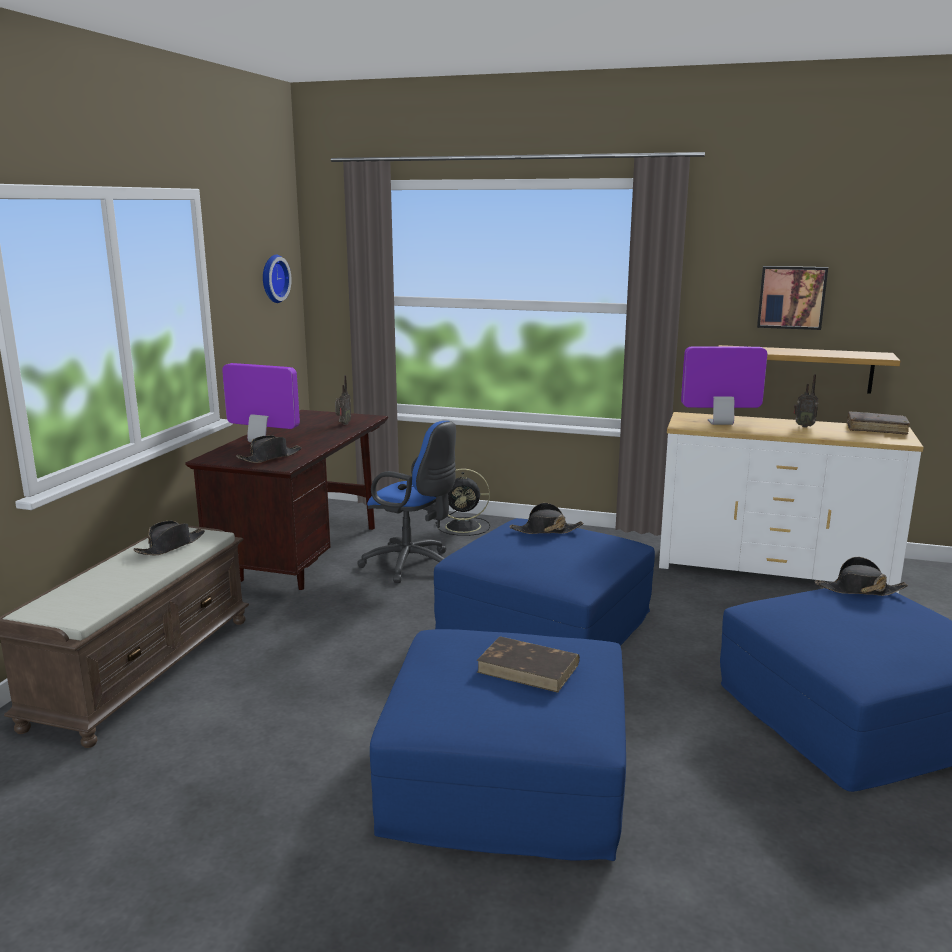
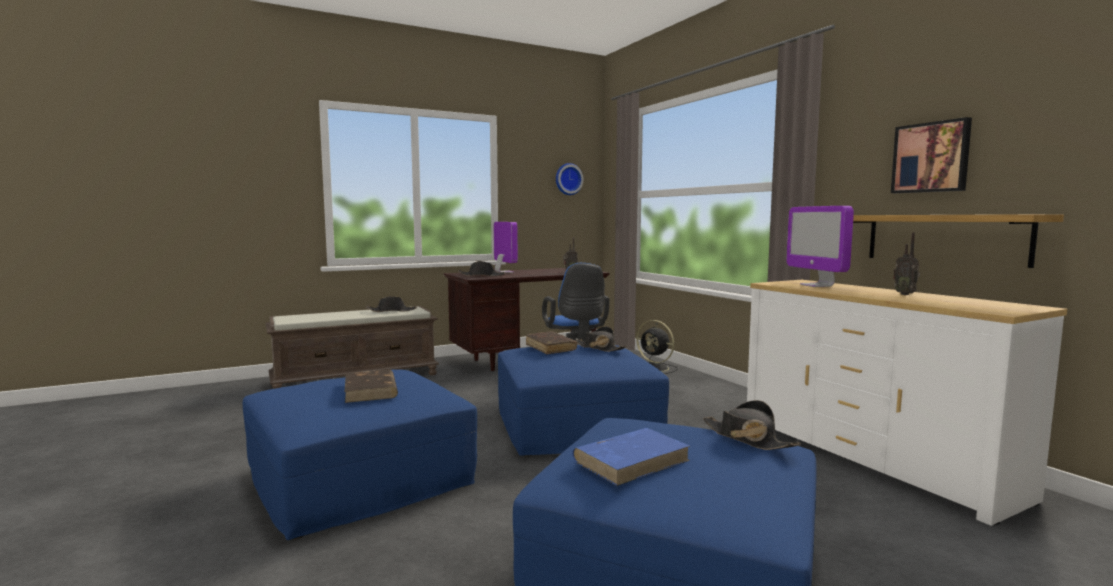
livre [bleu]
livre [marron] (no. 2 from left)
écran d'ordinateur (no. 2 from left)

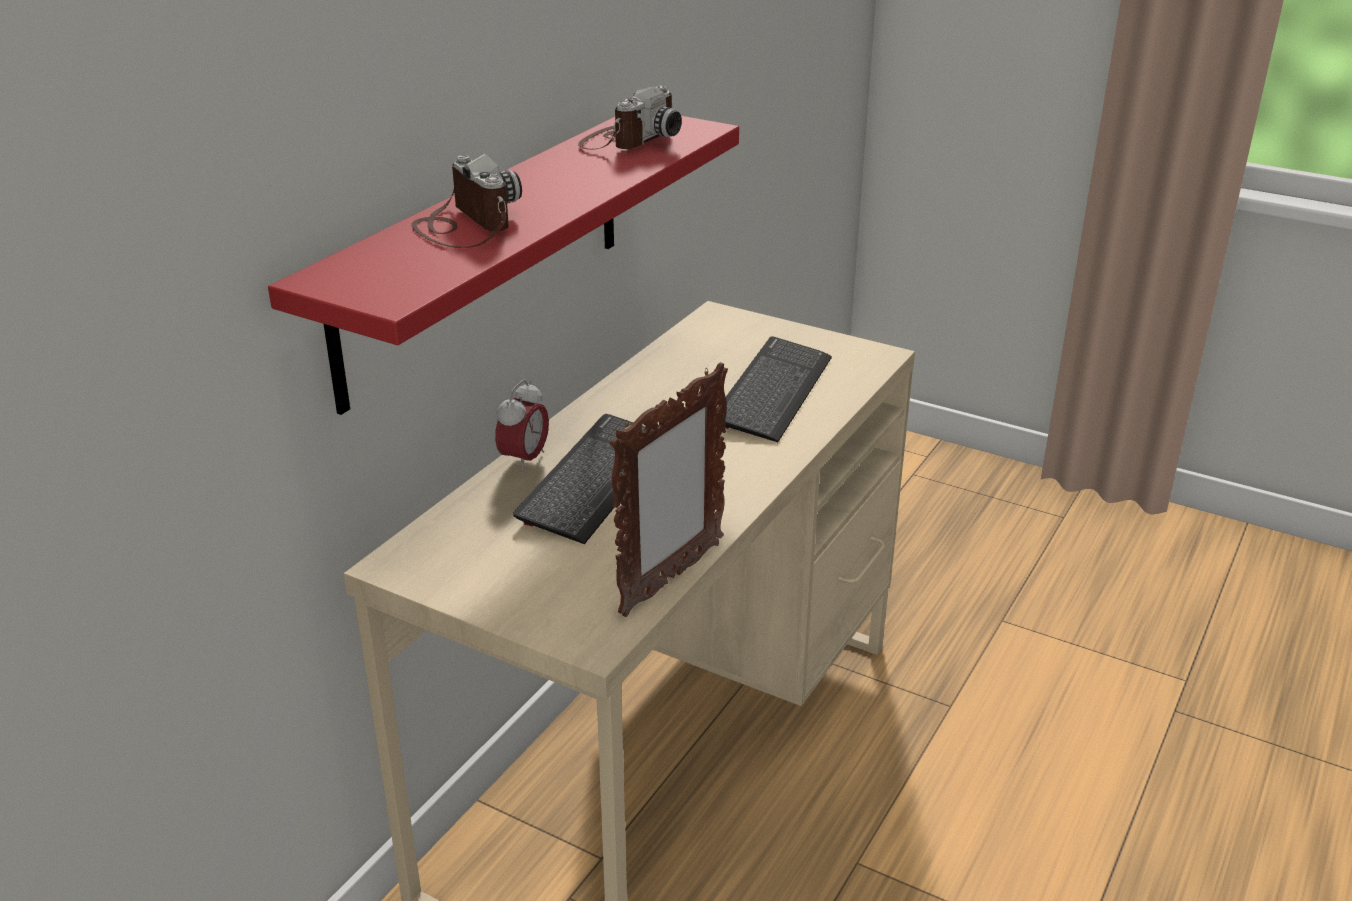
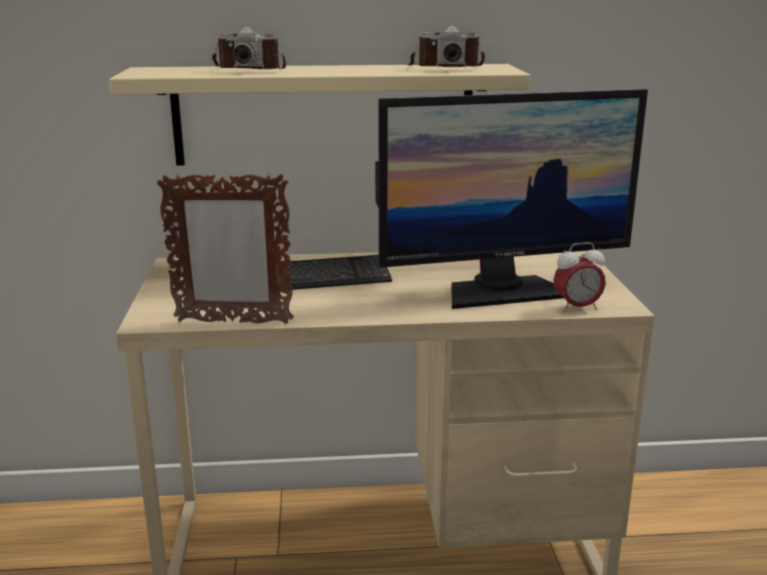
réveil
écran d'ordinateur
étagère [beige]
appareil photo (no. 1 from left)

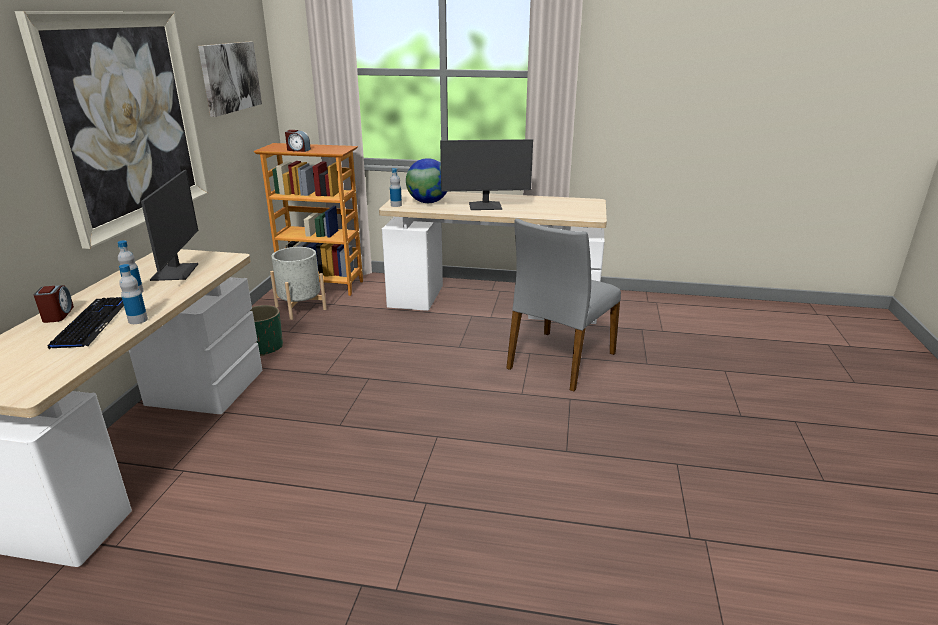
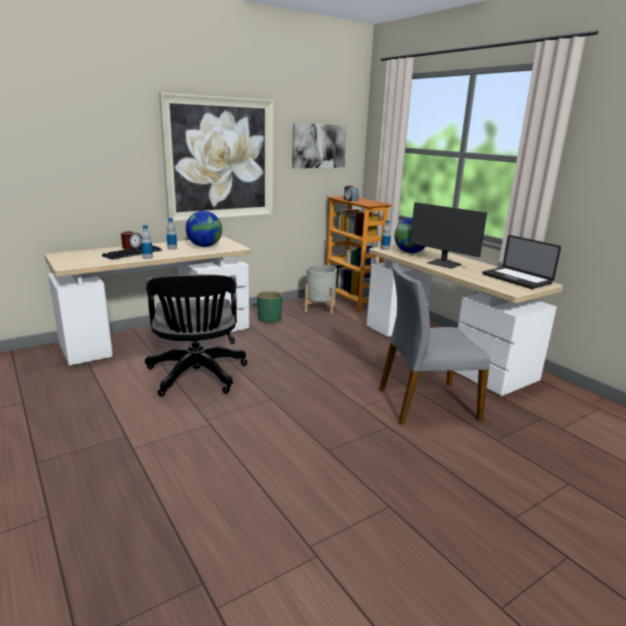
chaise de bureau [noir]
ordinateur portable
globe (no. 1 from left)

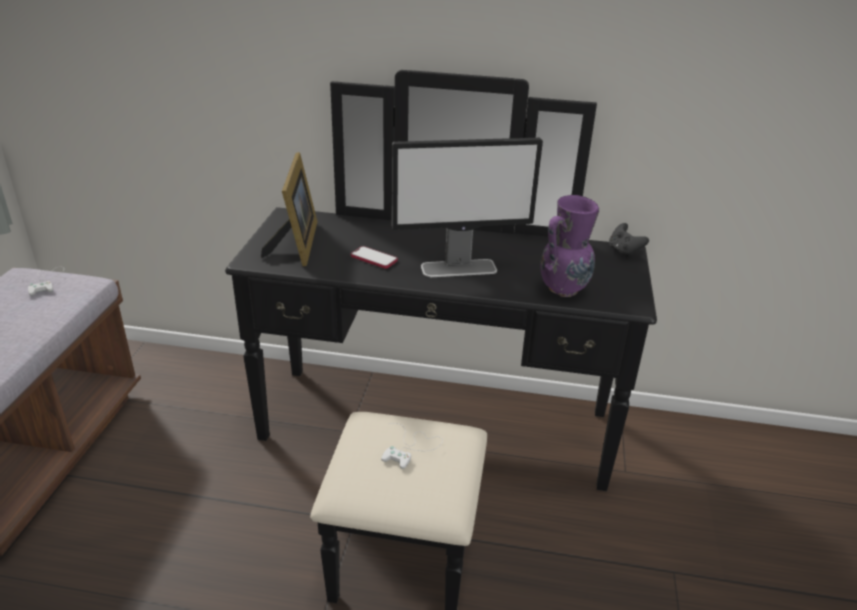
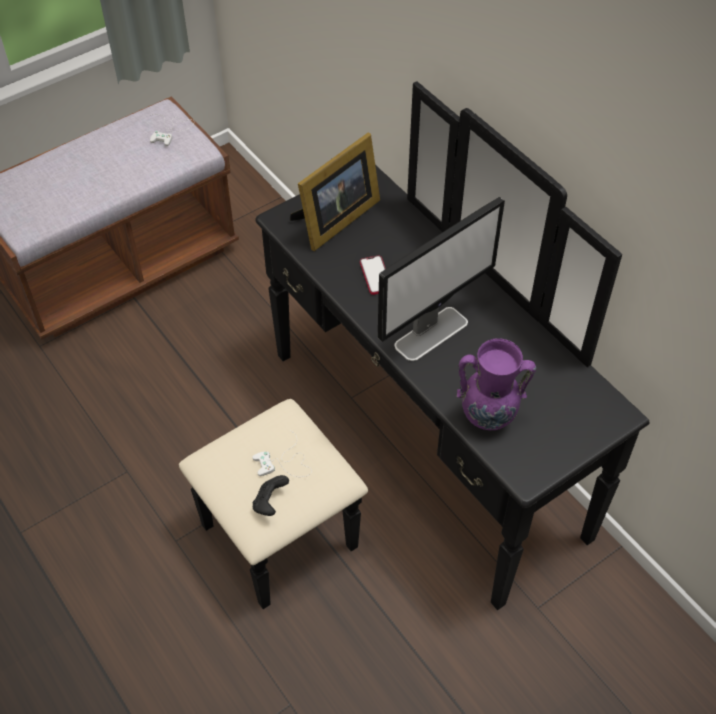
manette [noir]
écran d'ordinateur

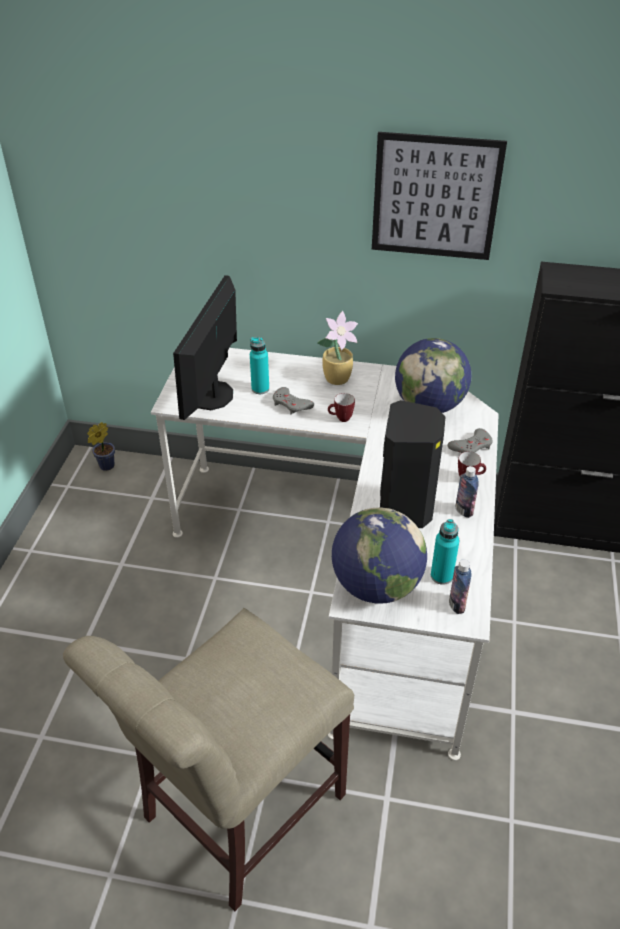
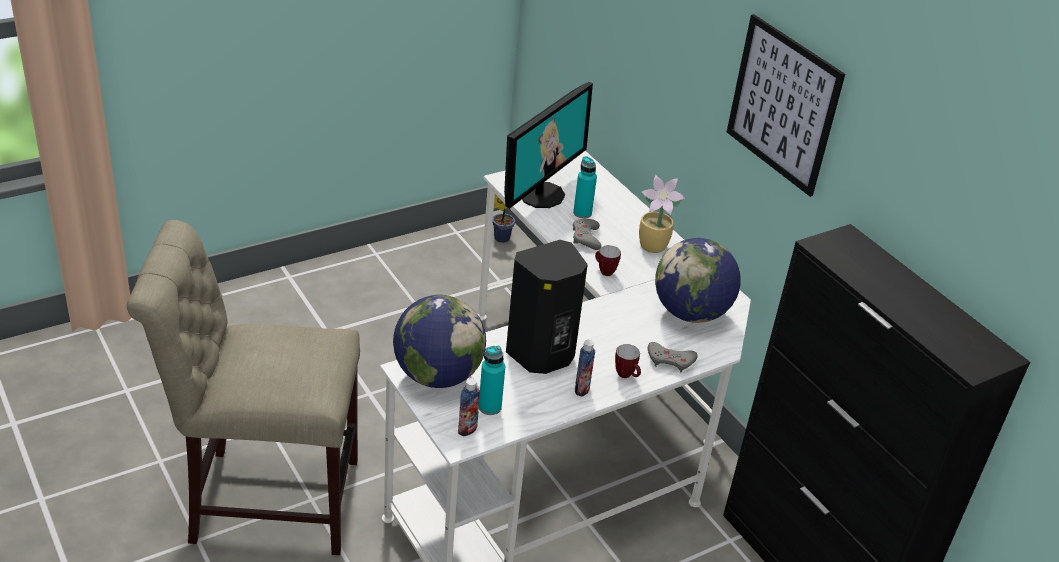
écran d'ordinateur

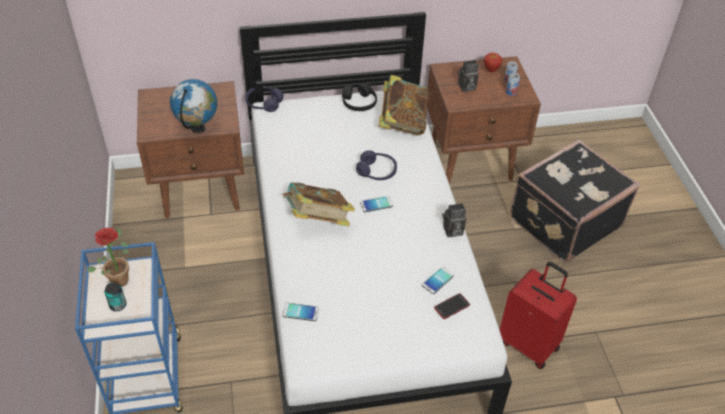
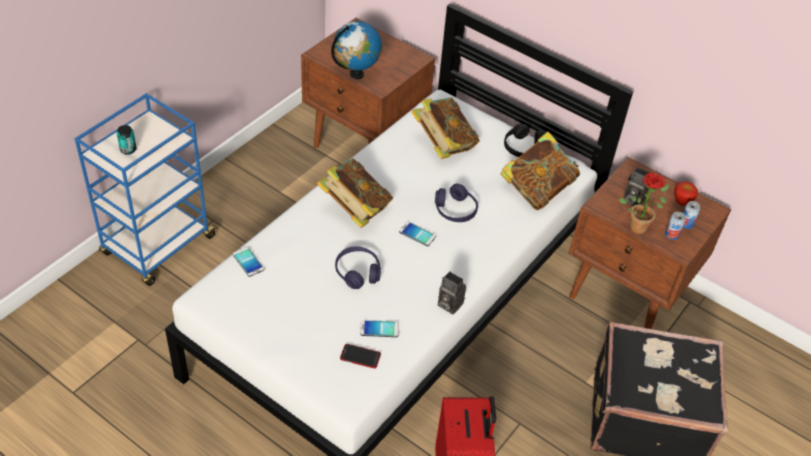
livre (no. 2 from left)
plante en pot
casque audio [violet] (no. 1 from left)

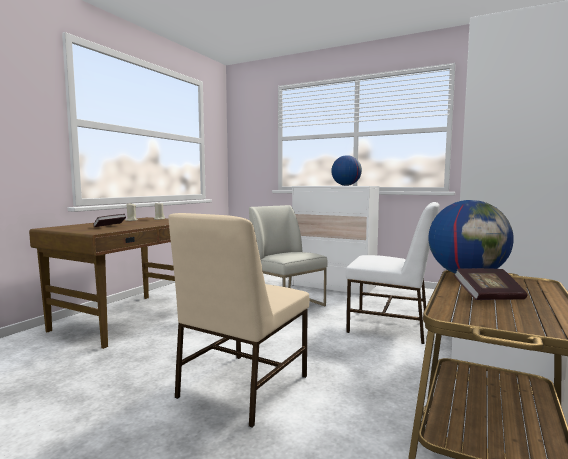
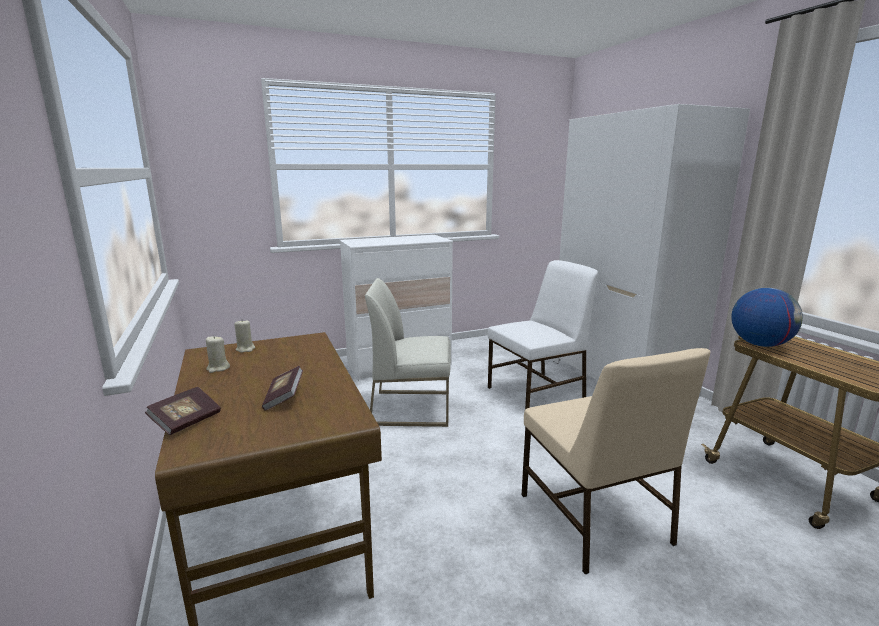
globe (no. 1 from left in the first image)
livre (no. 1 from left)

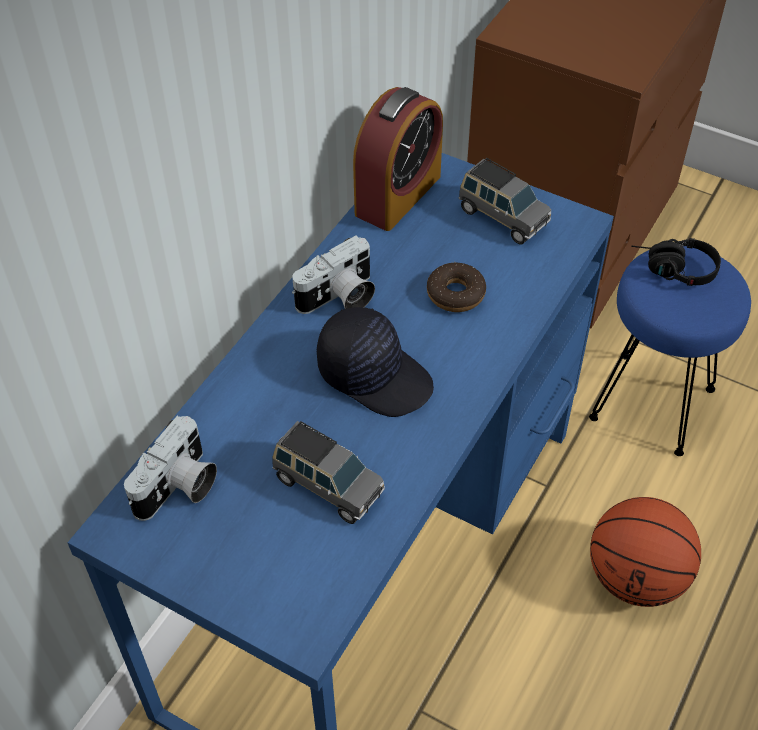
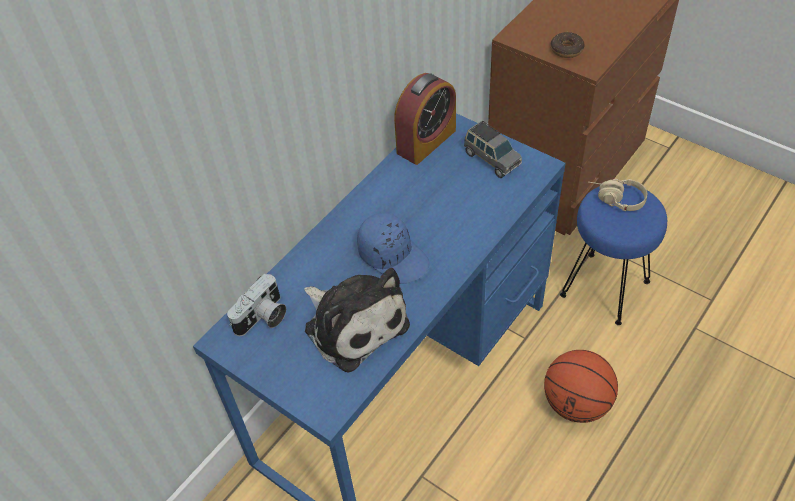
appareil photo (no. 2 from left in the first image)
beignet
peluche
casquette [bleu]
casque audio [beige]

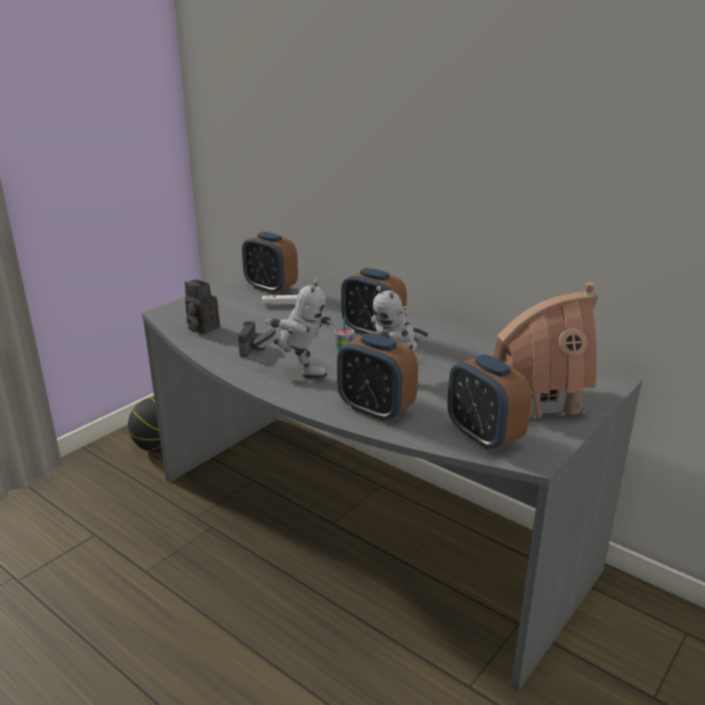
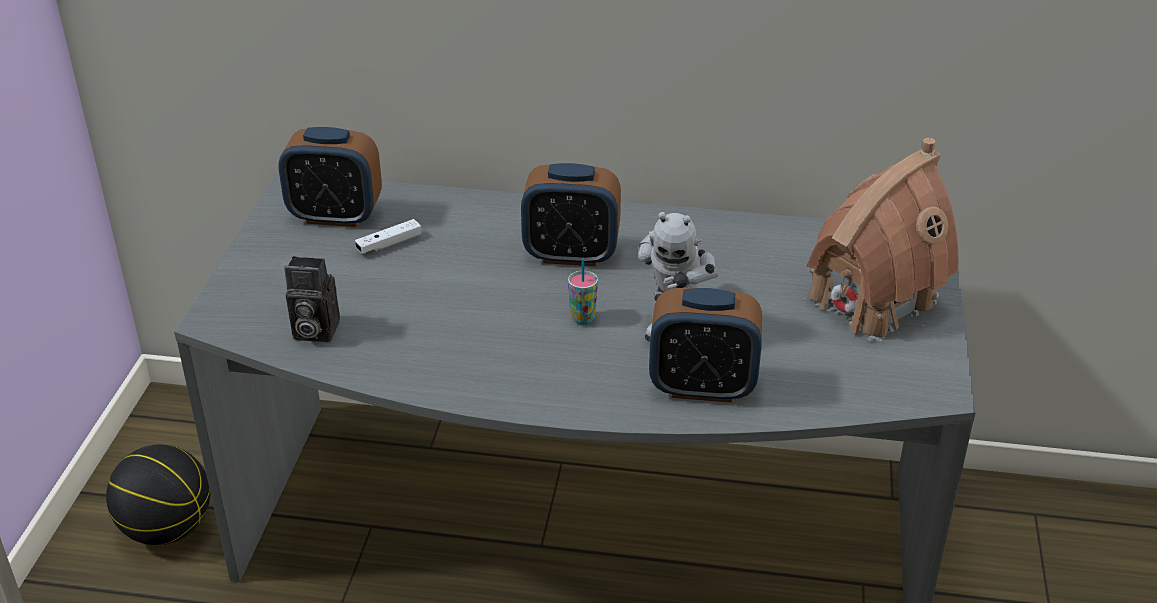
appareil photo (no. 2 from left in the first image)
robot jouet (no. 1 from left in the first image)
réveil (no. 4 from left in the first image)

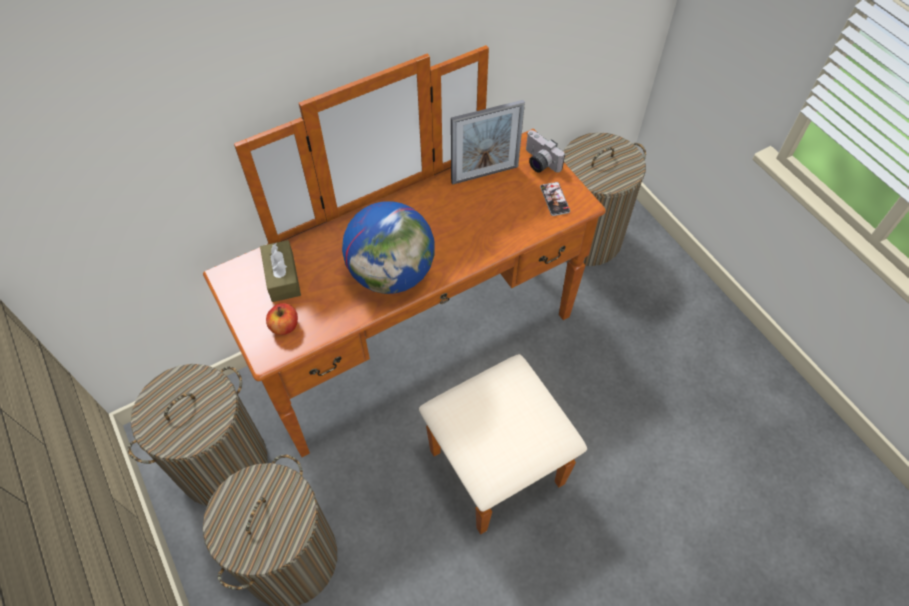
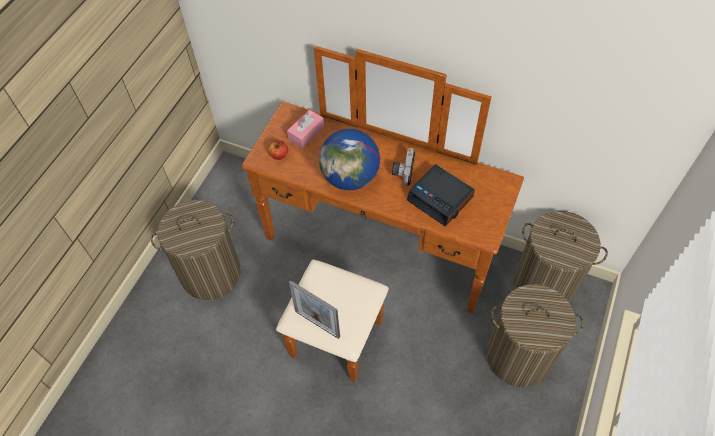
téléphone
réveil
panier à linge (no. 2 from left)
cadre photo
appareil photo
boîte à mouchoirs [rose]

